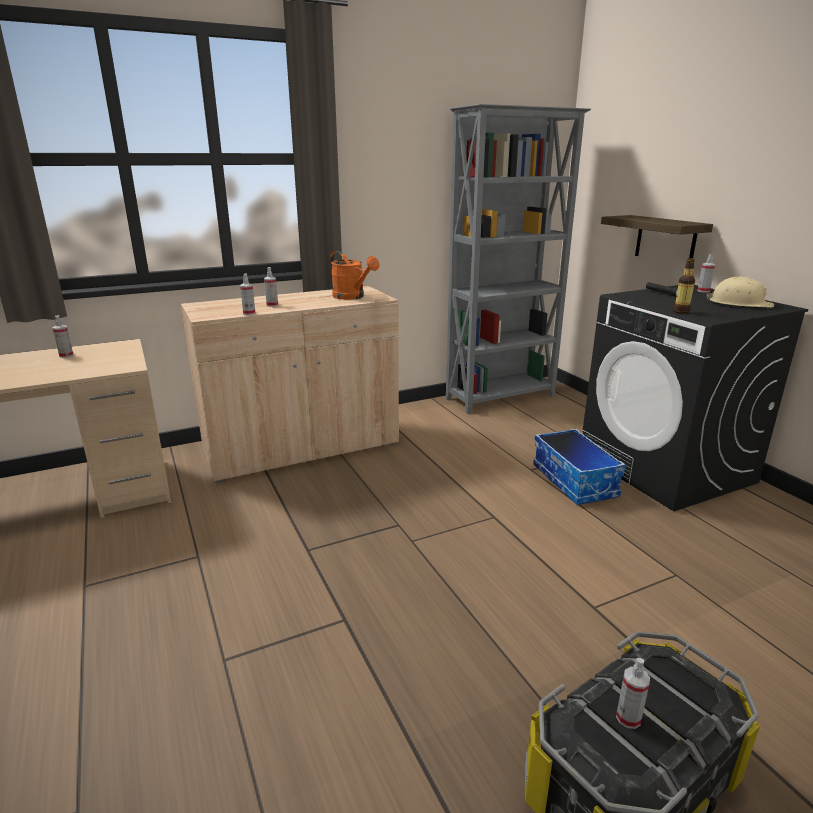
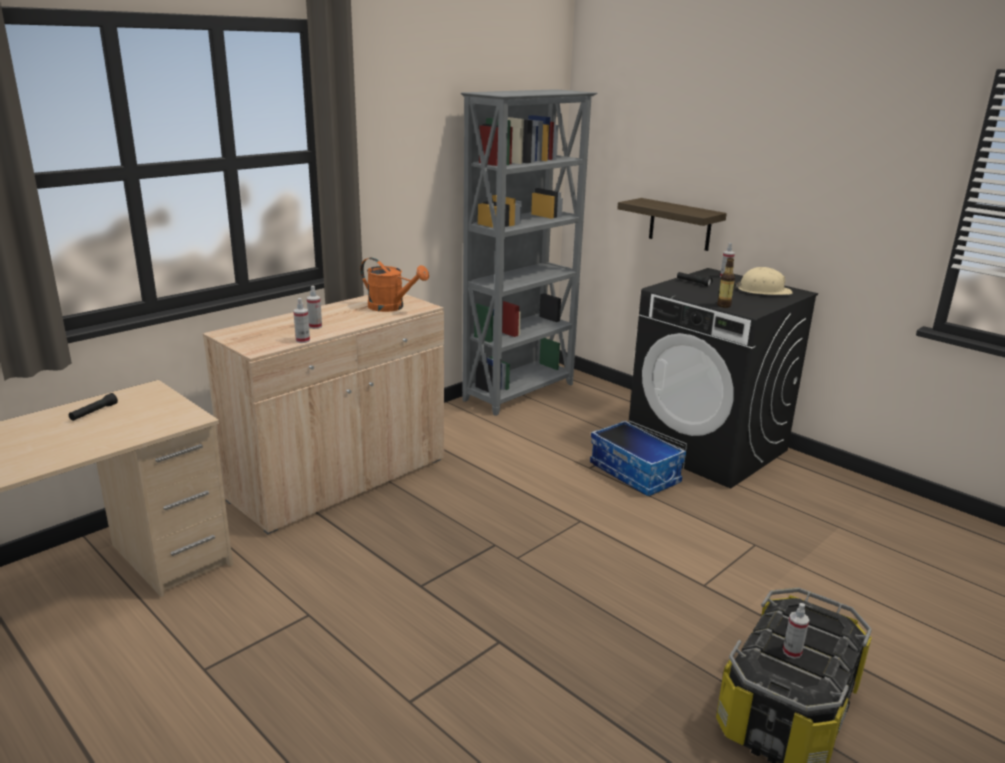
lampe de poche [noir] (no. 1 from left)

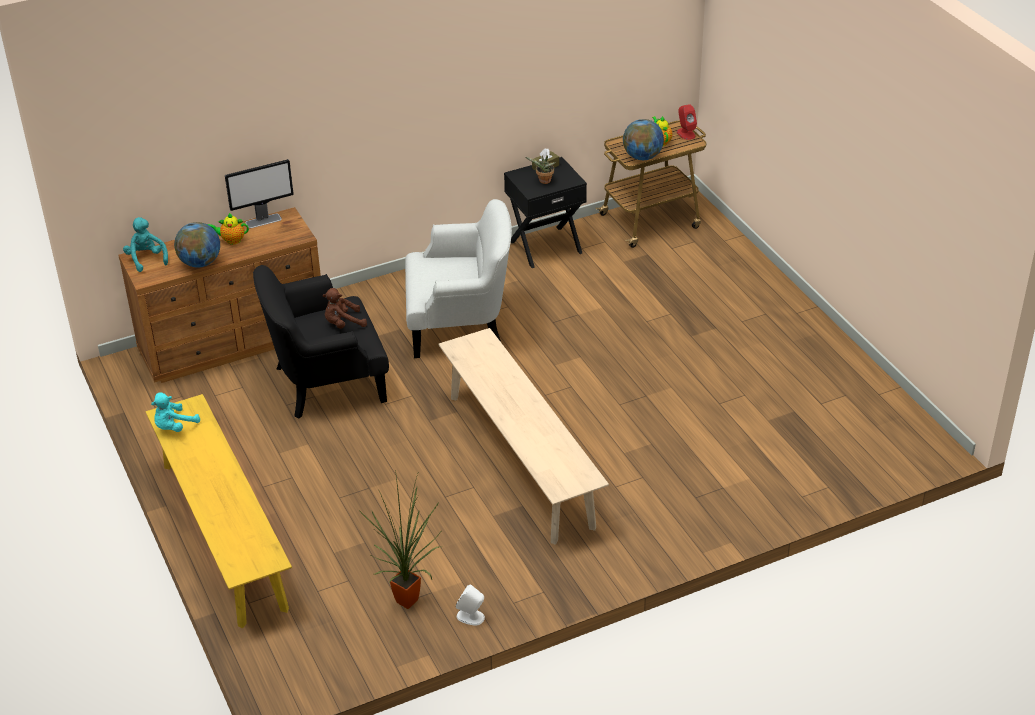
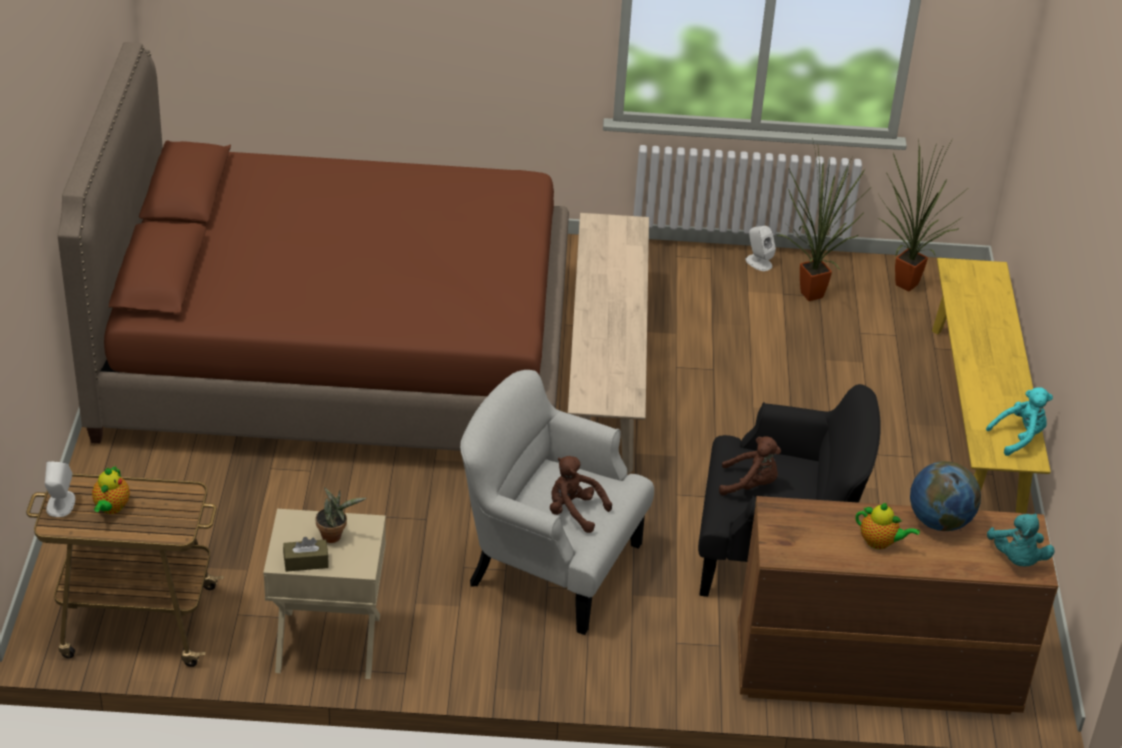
écran d'ordinateur
globe (no. 2 from left in the first image)
lit [marron]
peluche [marron] (no. 1 from left)
plante en pot (no. 3 from left)
table de chevet [beige]
enceinte [blanc] (no. 1 from left)

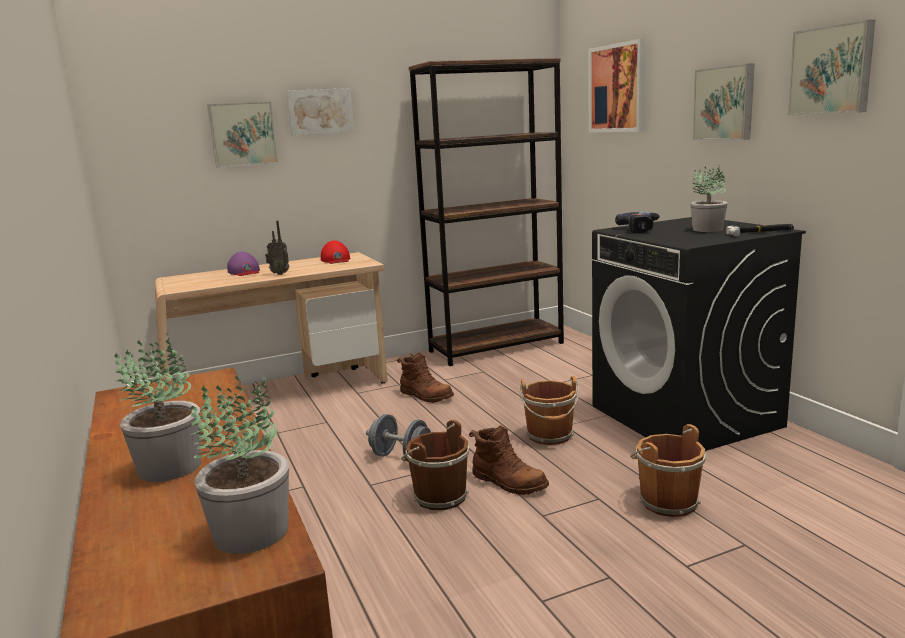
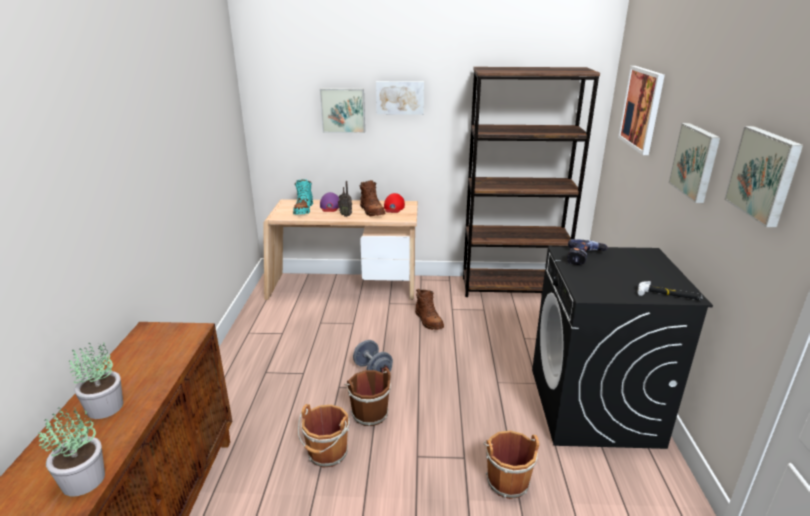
plante en pot (no. 3 from left in the first image)
botte [turquoise]
botte [marron] (no. 1 from left)
seau [marron] (no. 1 from left)

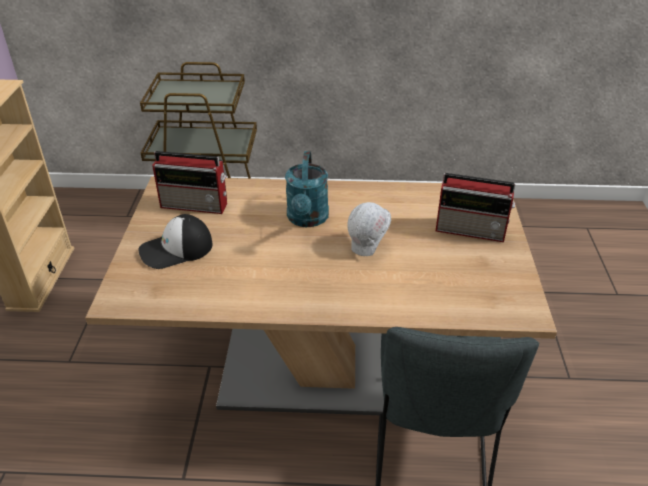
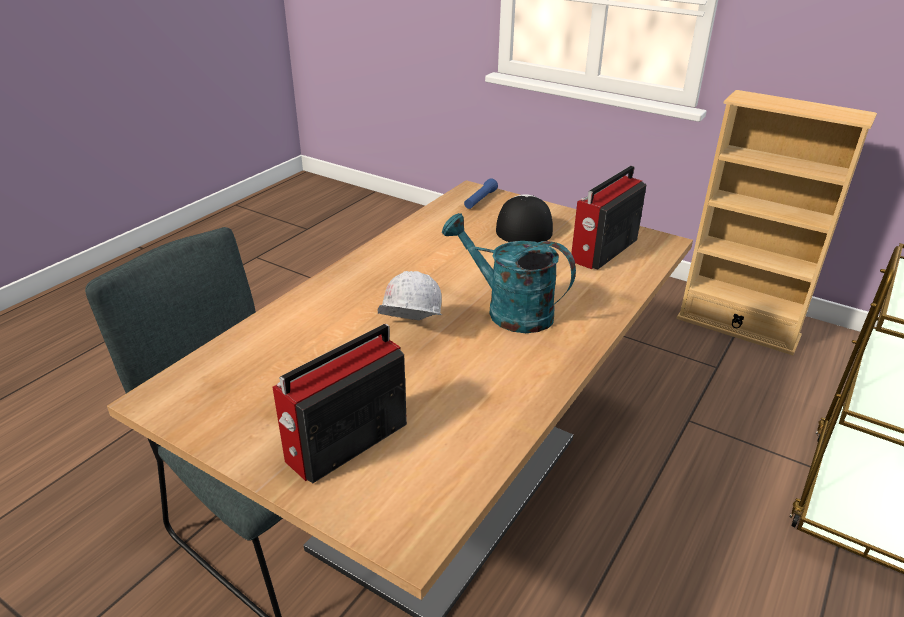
lampe de poche [bleu]

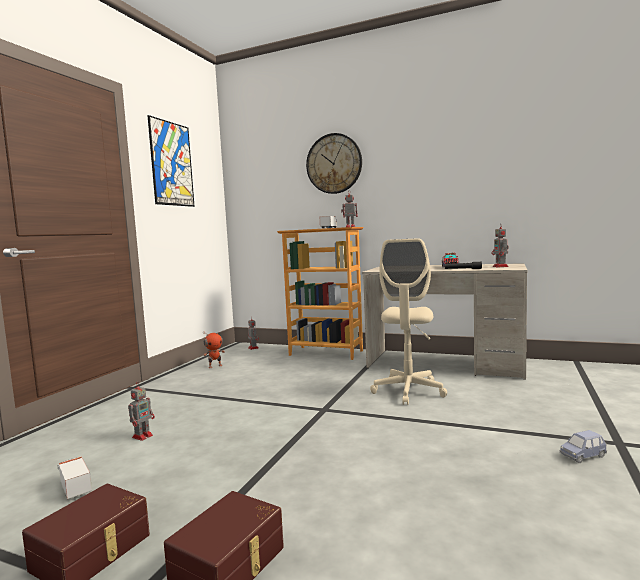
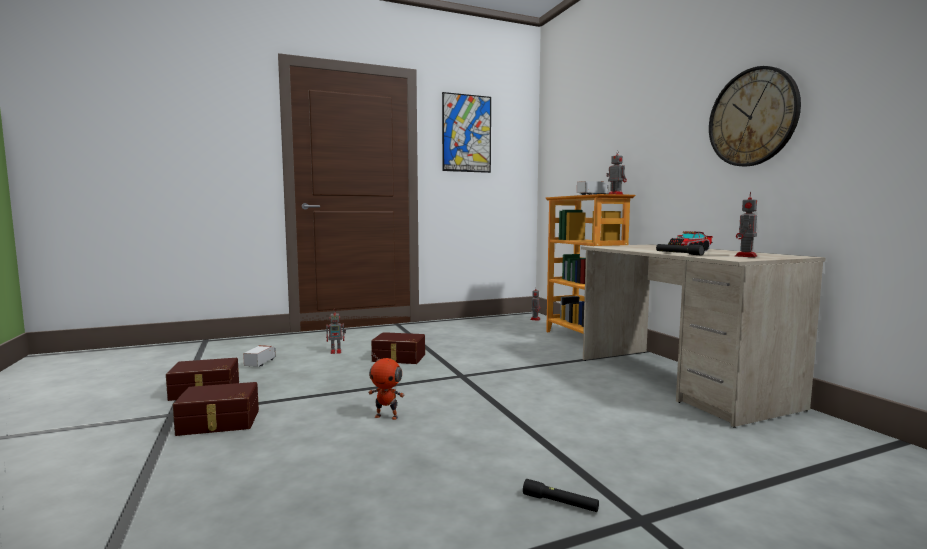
chaise de bureau [beige]
boîte de rangement [marron] (no. 3 from left)
robot jouet (no. 2 from left)
horloge murale
lampe de poche [noir] (no. 1 from left)

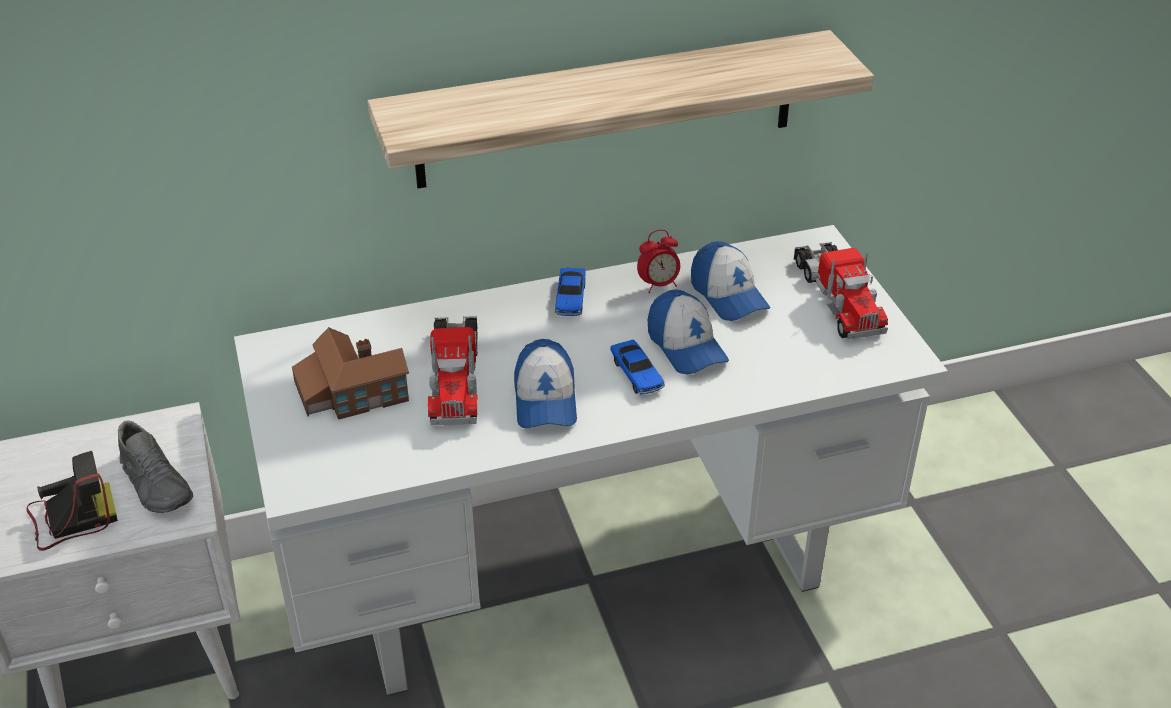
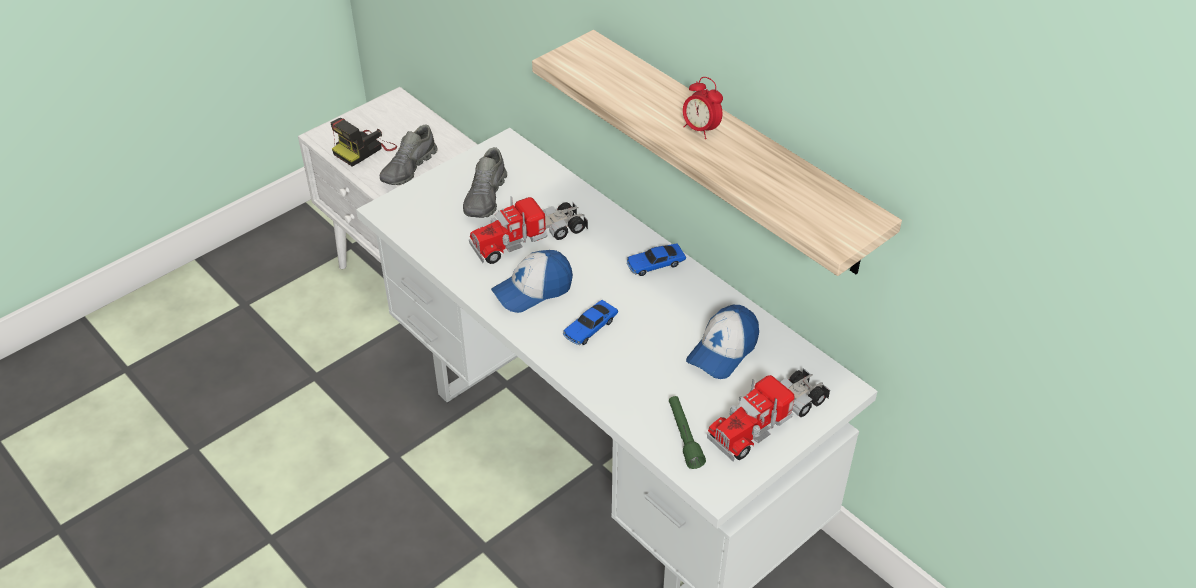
casquette (no. 2 from left in the first image)
lampe de poche [vert]
réveil
chaussure [gris] (no. 2 from left)
appareil photo

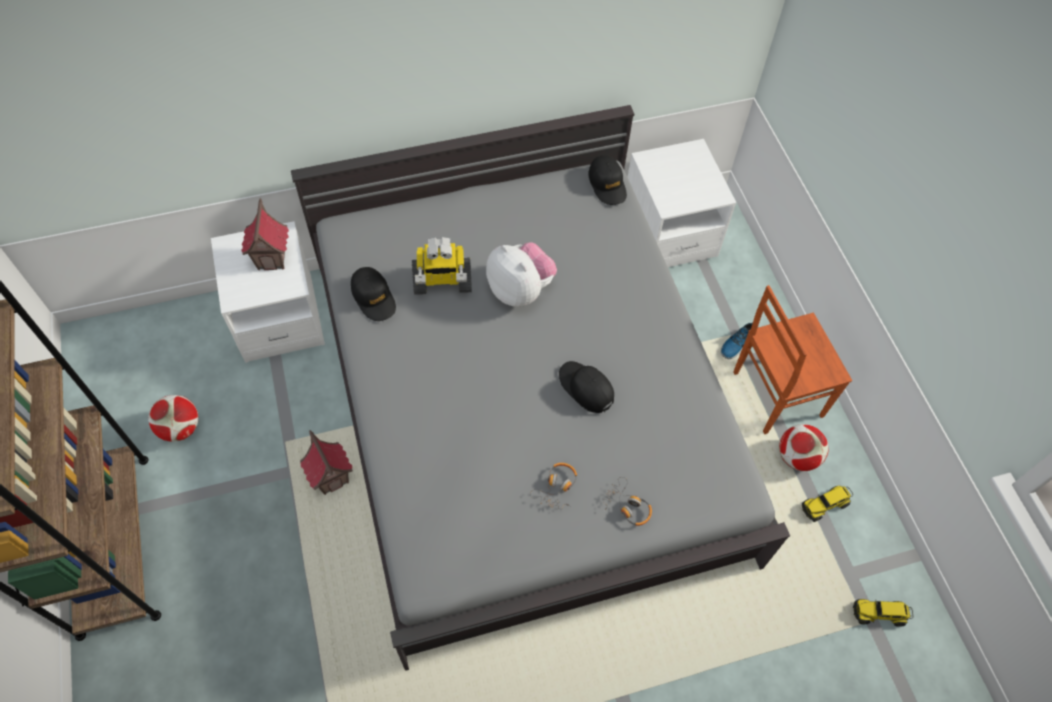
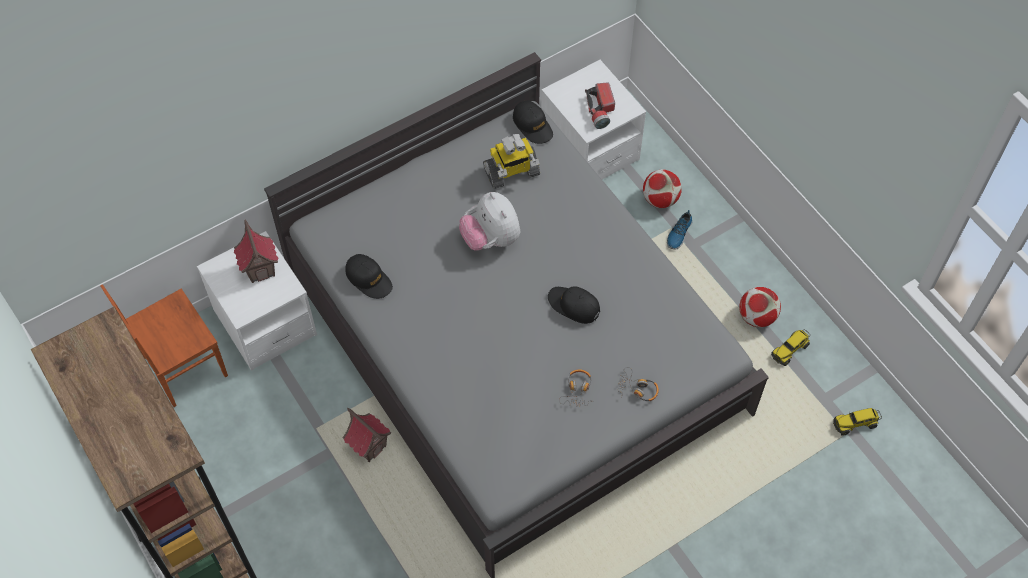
lampe de poche
ballon de foot (no. 1 from left)
robot jouet
chaise [marron]
peluche

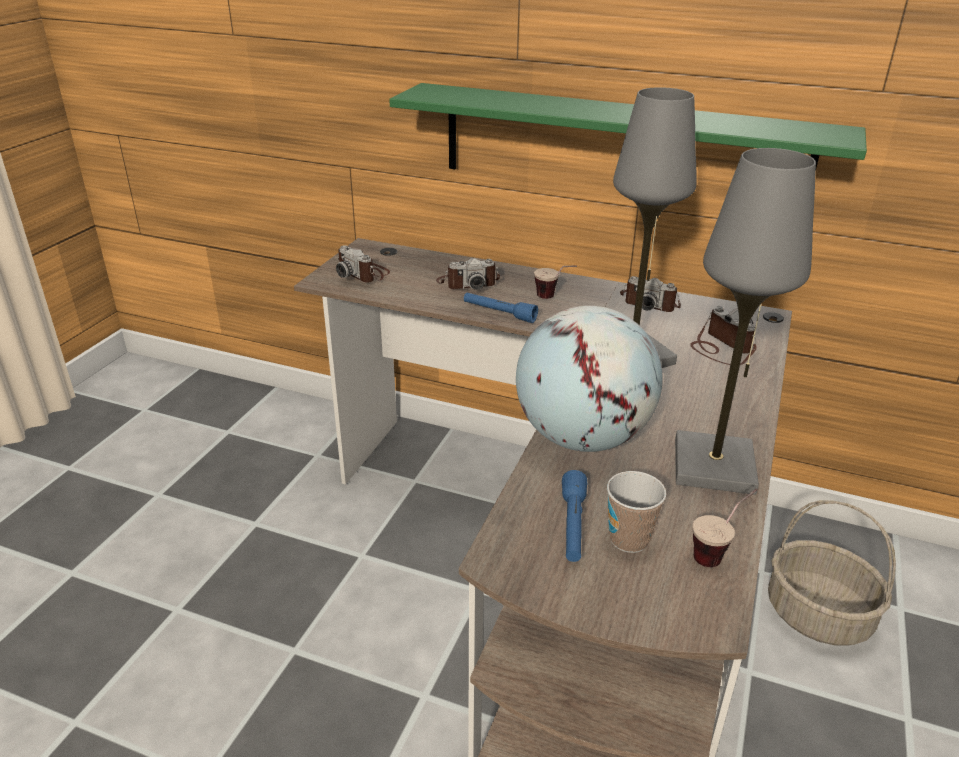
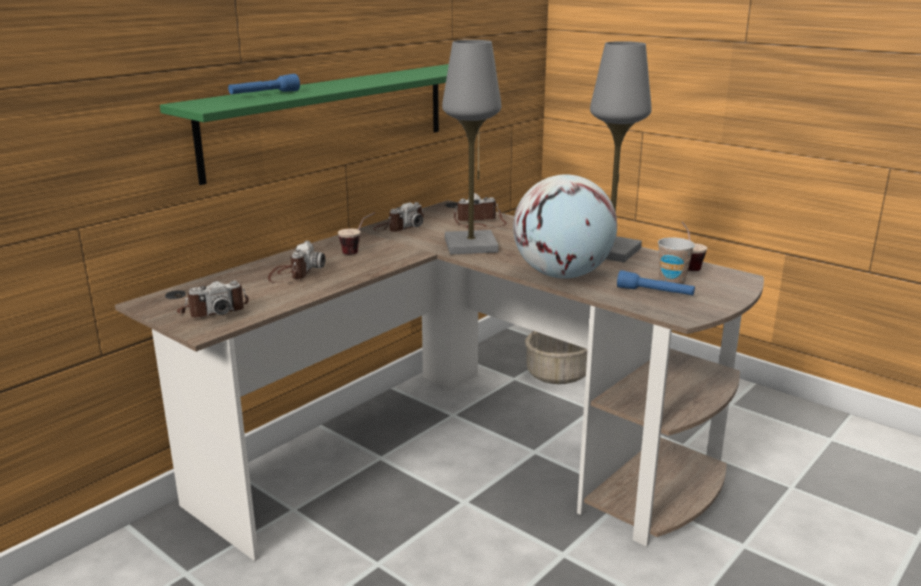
lampe de poche [bleu] (no. 1 from left)

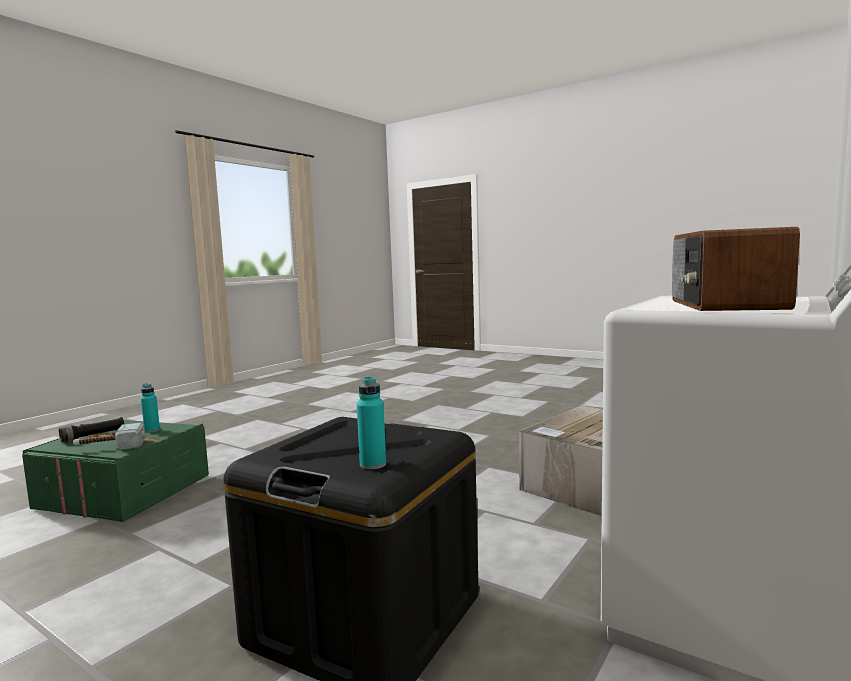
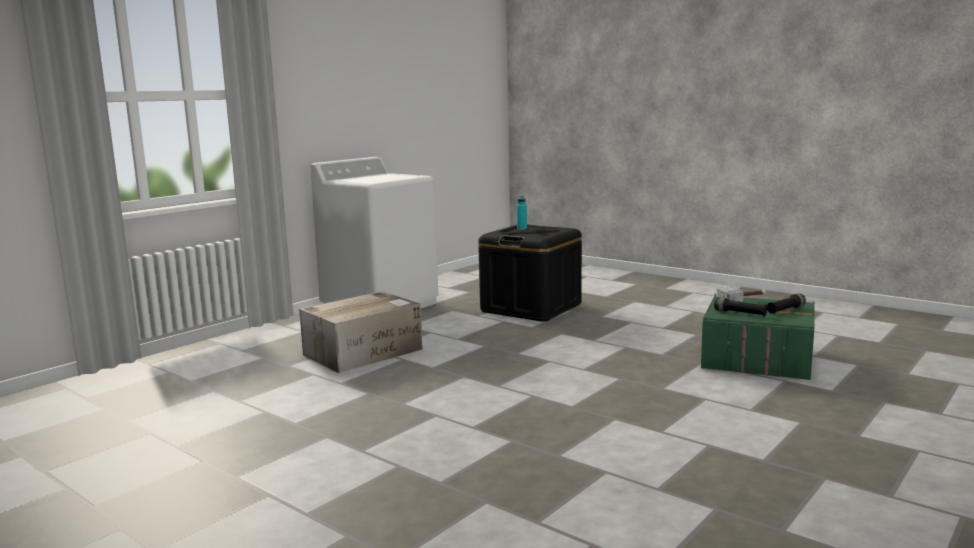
radio
lampe de poche [noir] (no. 1 from left)

